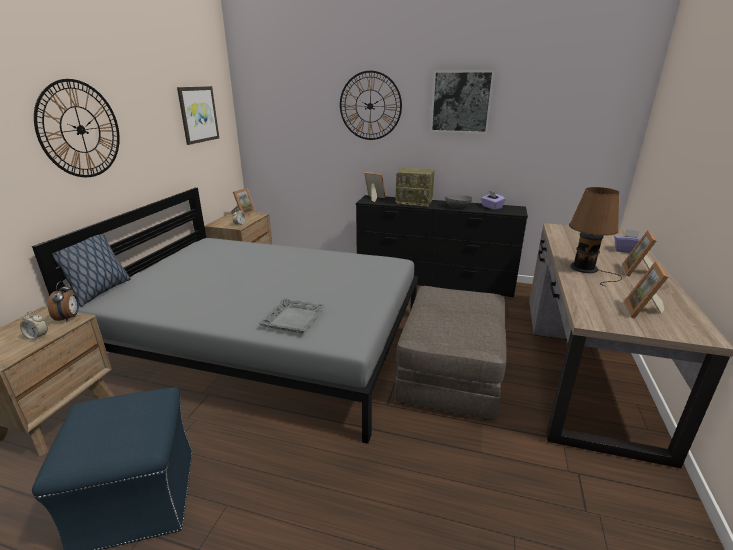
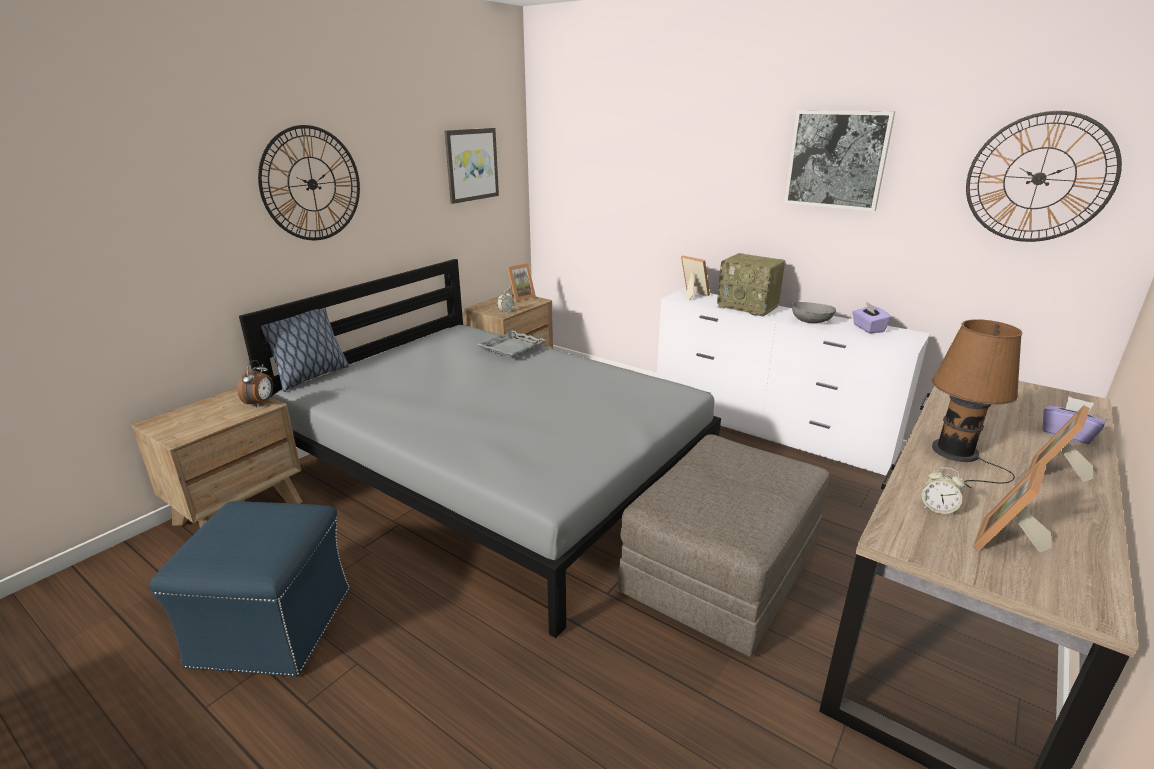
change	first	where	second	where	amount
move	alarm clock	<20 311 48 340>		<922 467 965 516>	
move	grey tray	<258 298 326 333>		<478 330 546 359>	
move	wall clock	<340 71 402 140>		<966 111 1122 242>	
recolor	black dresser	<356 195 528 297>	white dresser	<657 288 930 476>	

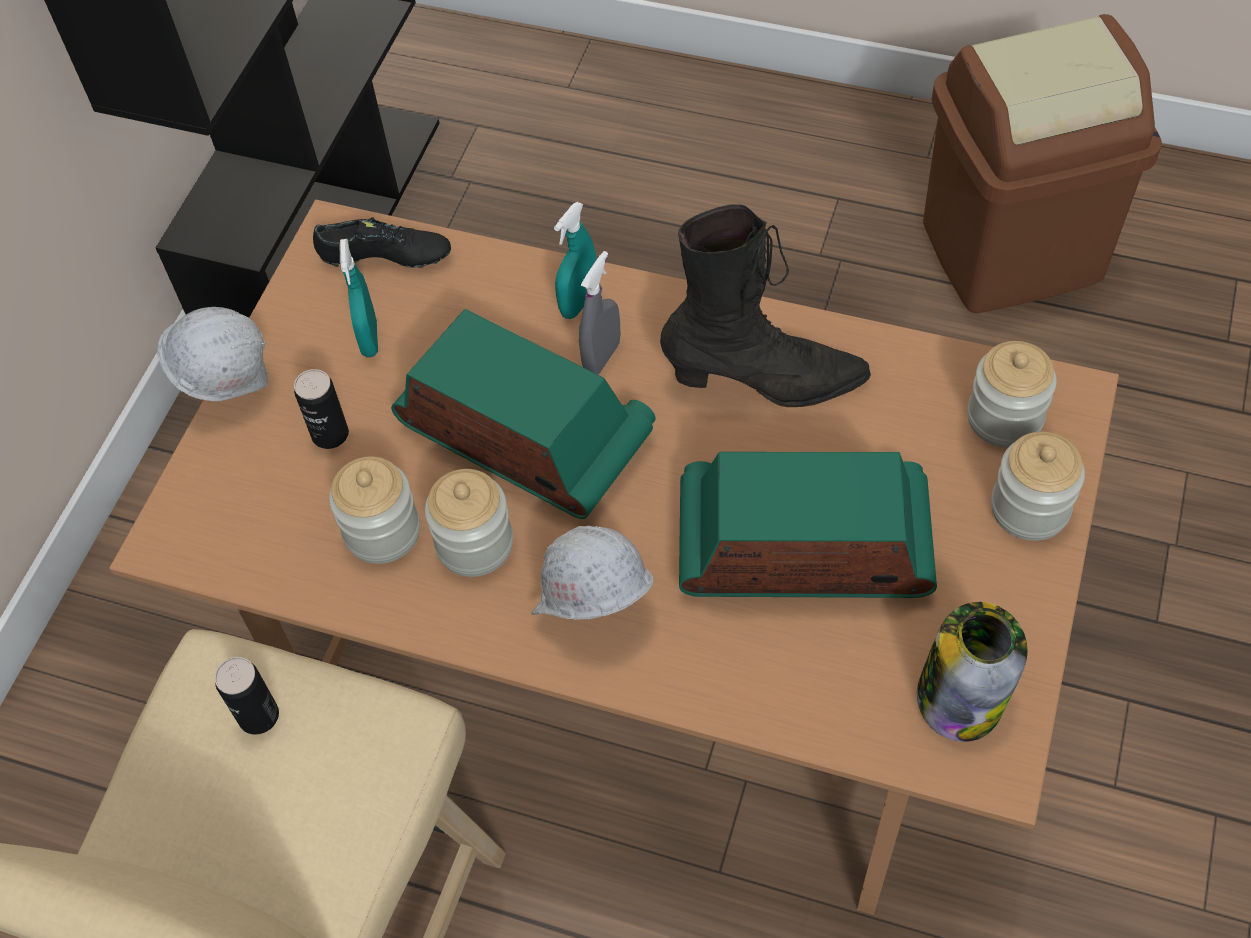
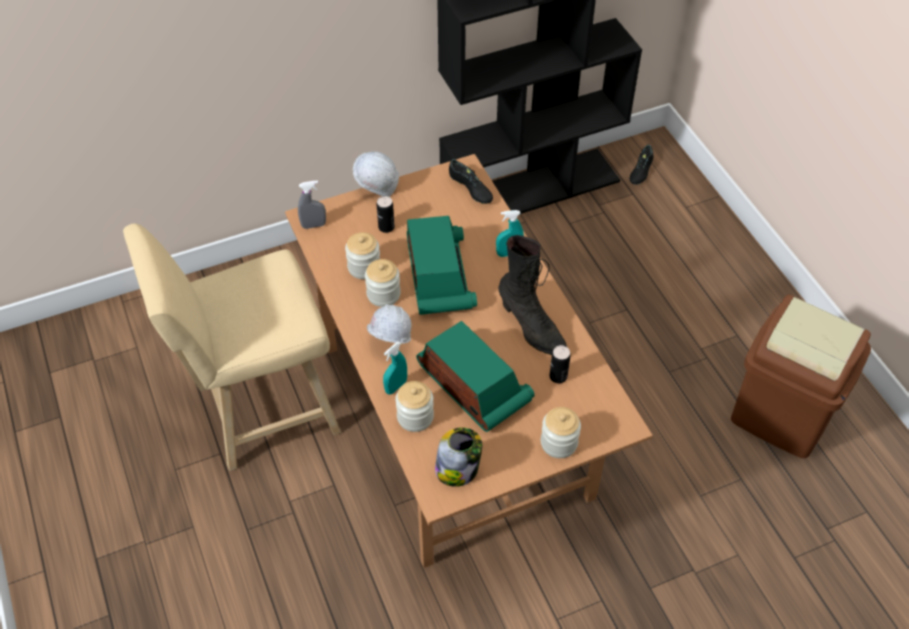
change	first	where	second	where	amount
insert			black shoe	<629 145 653 185>	
move	can	<214 657 279 735>		<550 345 571 383>	
move	turquoise spray bottle	<340 239 378 357>		<383 342 407 395>	
move	grey spray bottle	<579 251 620 375>		<298 181 326 229>	
move	jar	<967 341 1057 448>		<396 381 434 432>	

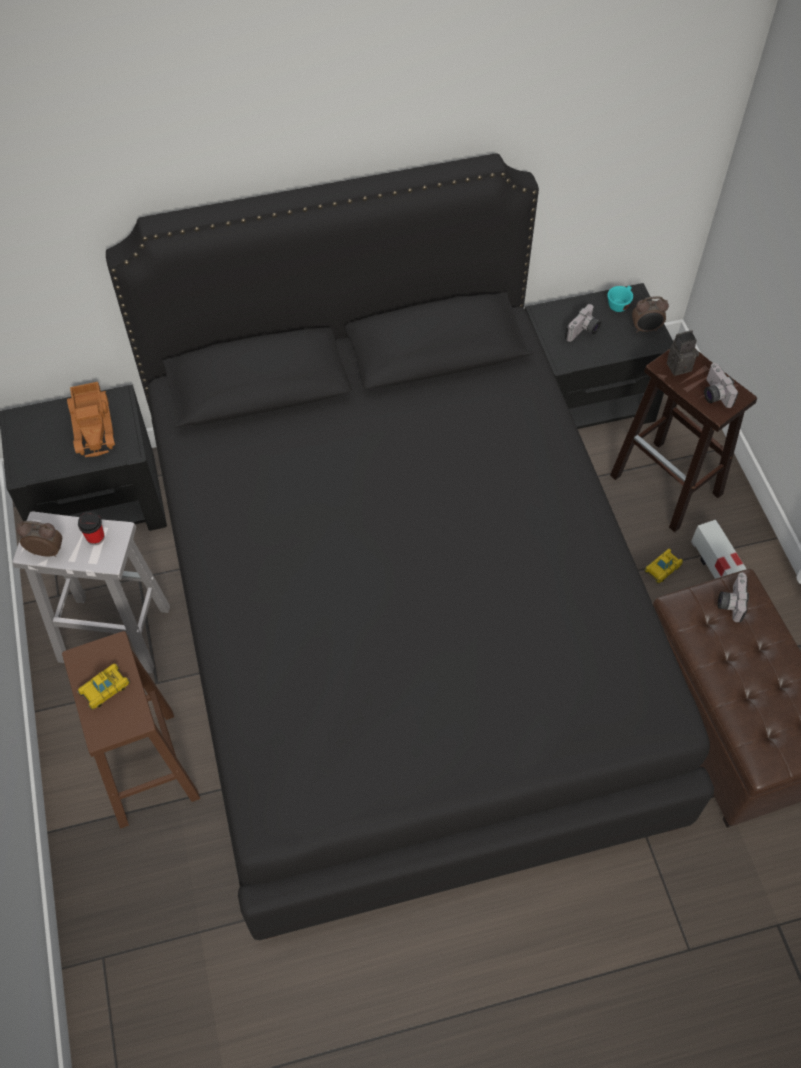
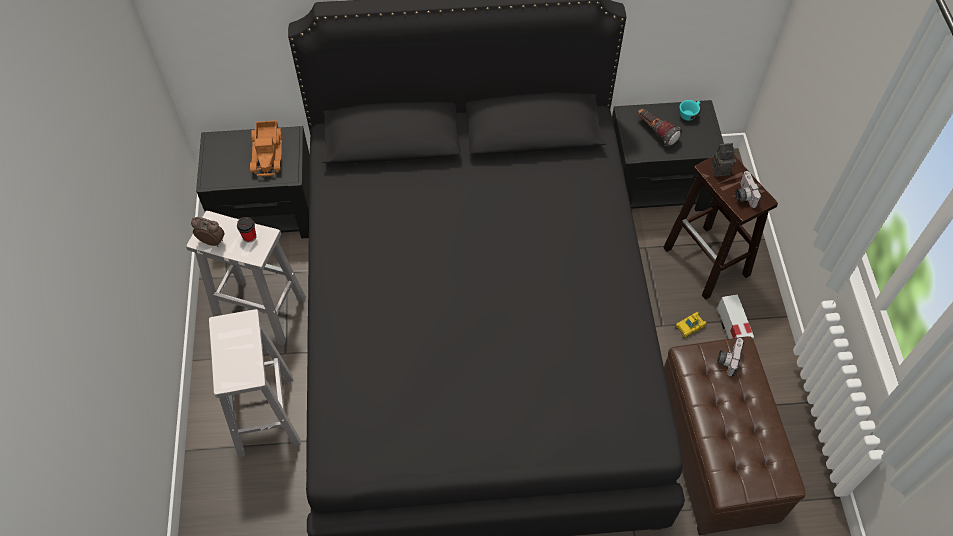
change	first	where	second	where	amount
delete	toy car	<78 663 130 710>			
delete	alarm clock	<632 296 669 333>			
replace	photo camera	<565 304 601 342>	flashlight	<638 109 682 147>	
recolor	brown stool	<62 631 200 829>	white stool	<209 309 301 457>	

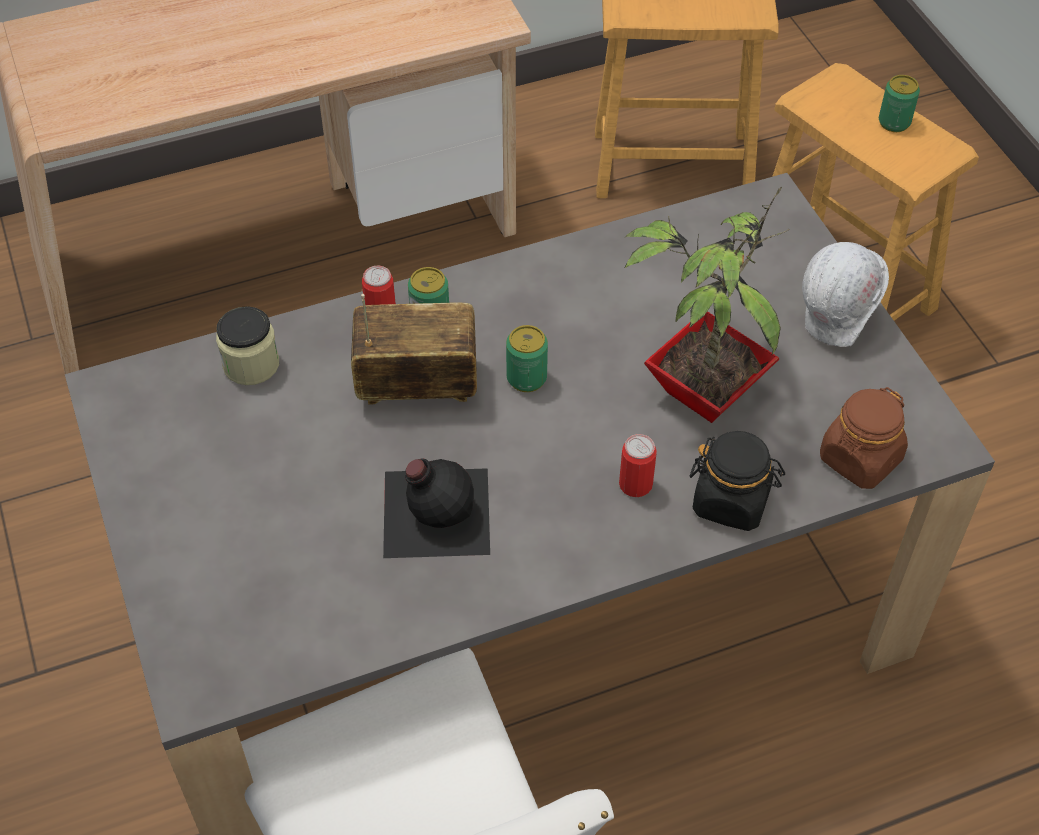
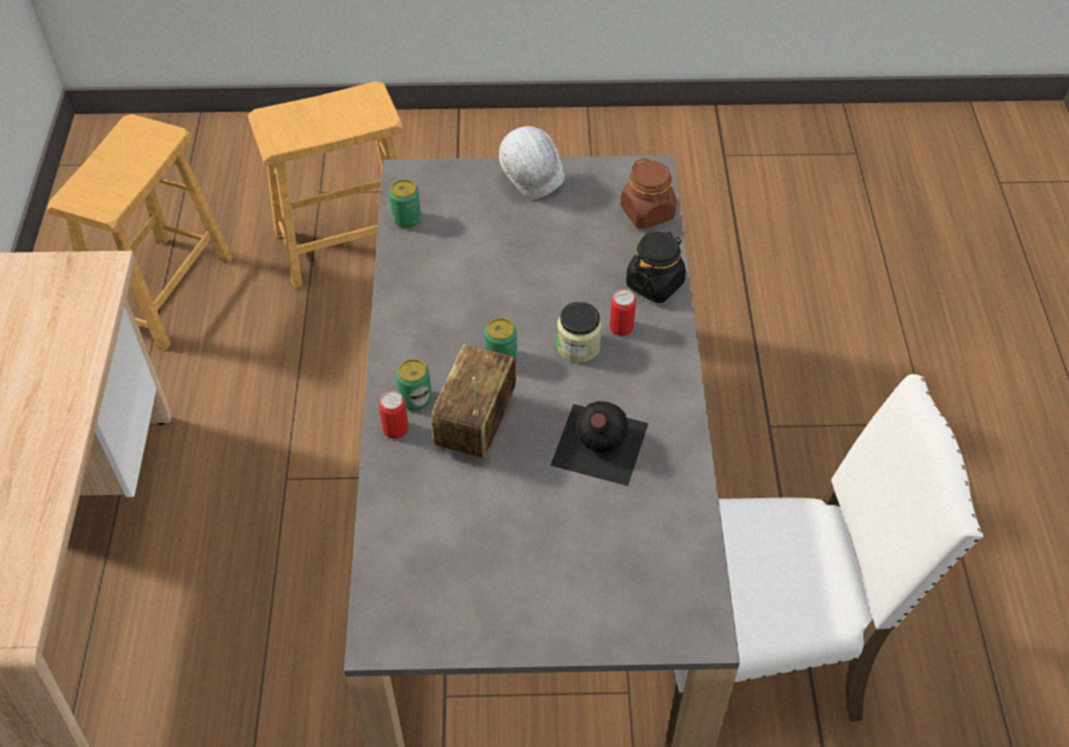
change	first	where	second	where	amount
delete	potted plant	<625 186 789 423>			
move	jar	<216 306 279 385>		<557 302 602 363>	
move	can	<879 75 920 132>		<389 179 421 228>	

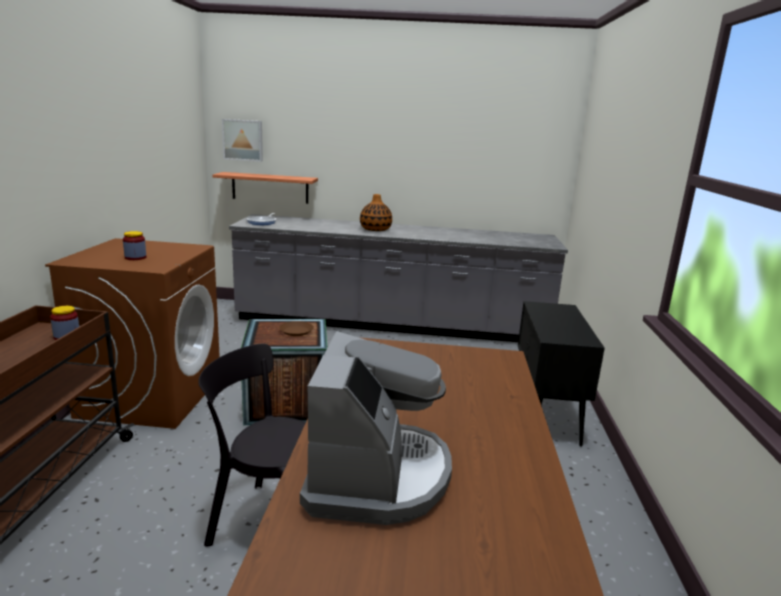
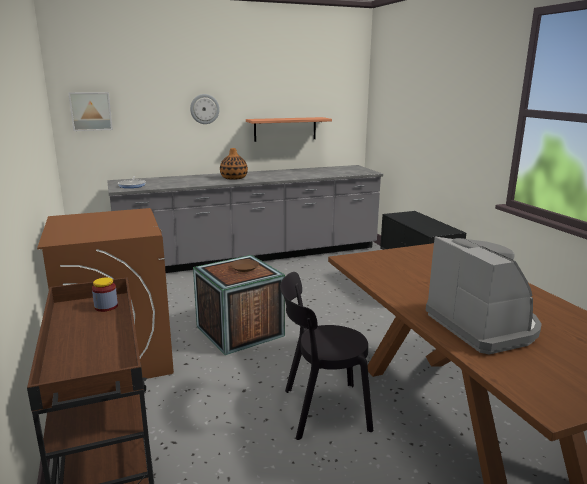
change	first	where	second	where	amount
delete	jar	<123 231 146 260>			
insert			wall clock	<190 94 220 124>	
move	shelf	<212 172 318 204>		<246 117 332 142>	

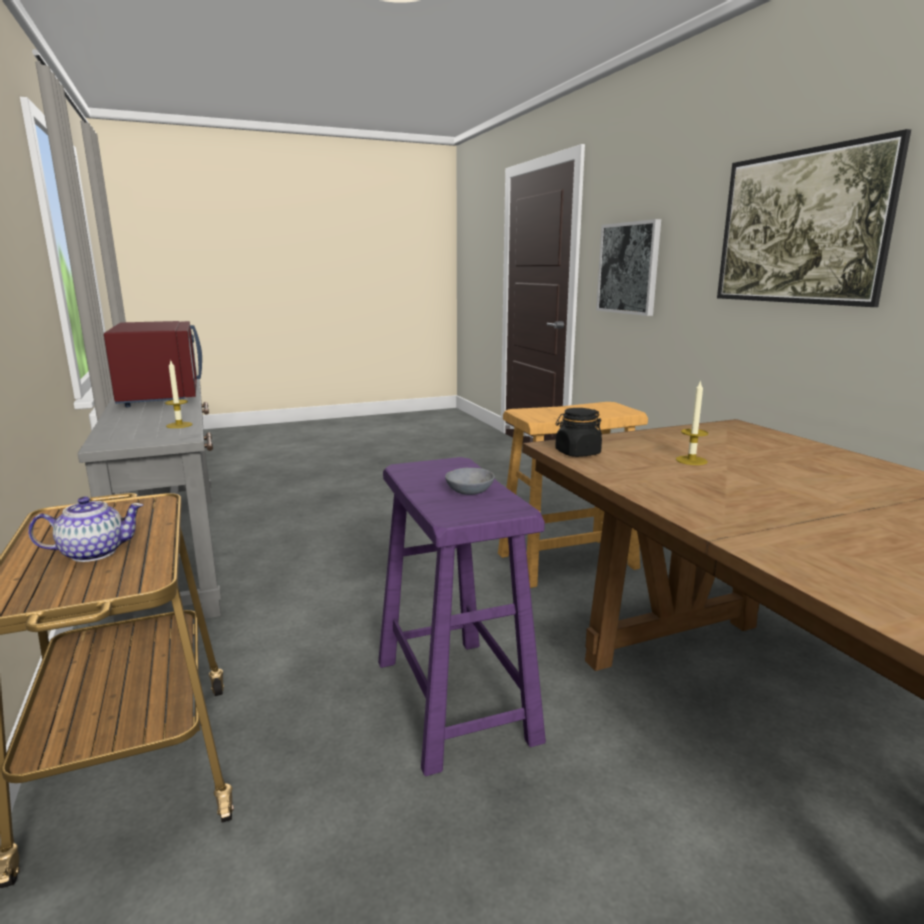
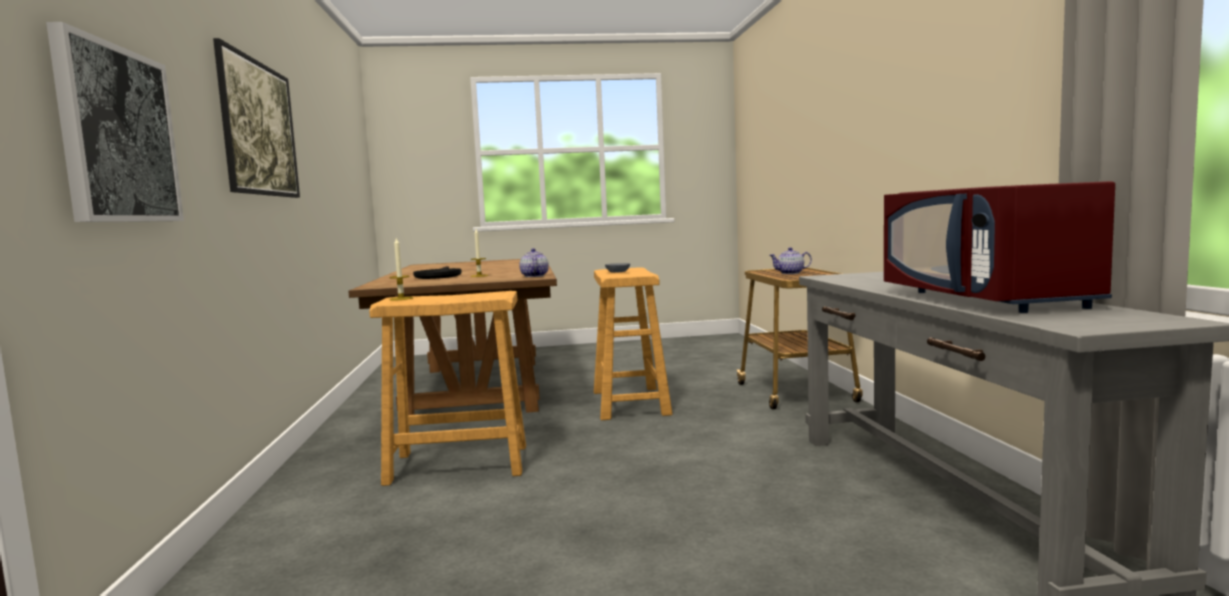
change	first	where	second	where	amount
insert			black frying pan	<413 266 462 279>	
move	candle	<165 361 193 428>		<389 238 413 301>	
replace	black jar	<555 408 602 457>	teapot	<519 248 549 277>	
recolor	purple stool	<378 457 546 776>	beige stool	<594 267 672 420>	

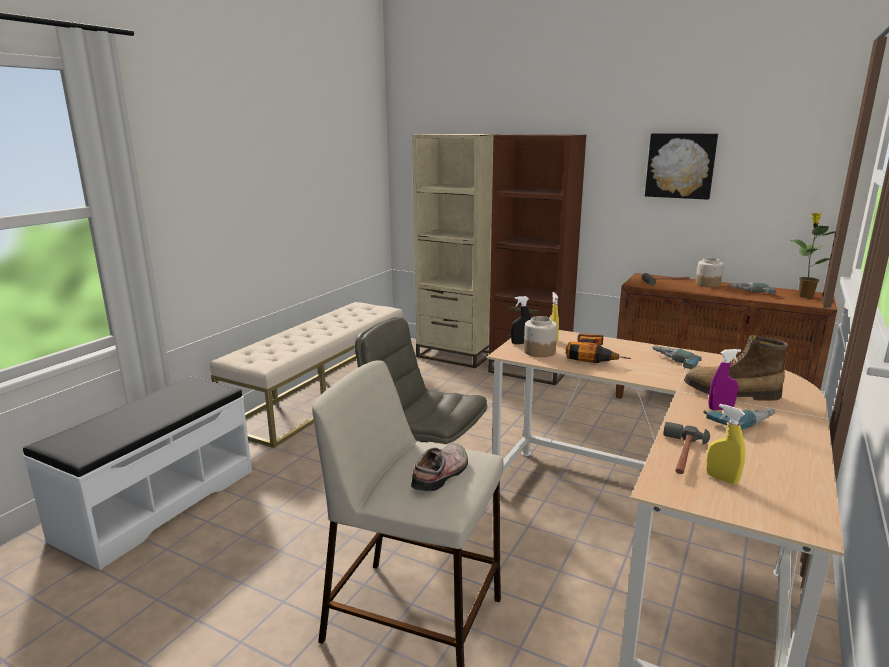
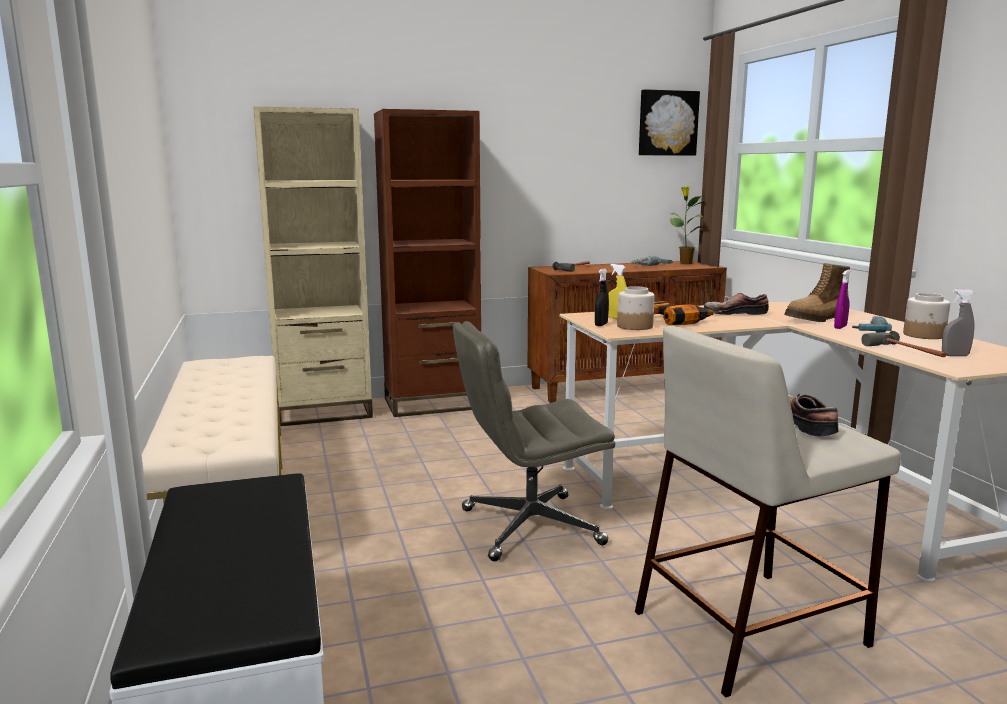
change	first	where	second	where	amount
move	picture	<645 133 718 200>		<639 89 700 156>	
move	jar	<696 258 724 287>		<903 293 950 339>	
replace	power drill	<652 346 702 369>	shoe	<704 293 769 315>	
recolor	yellow spray bottle	<706 404 745 485>	grey spray bottle	<942 289 975 356>	

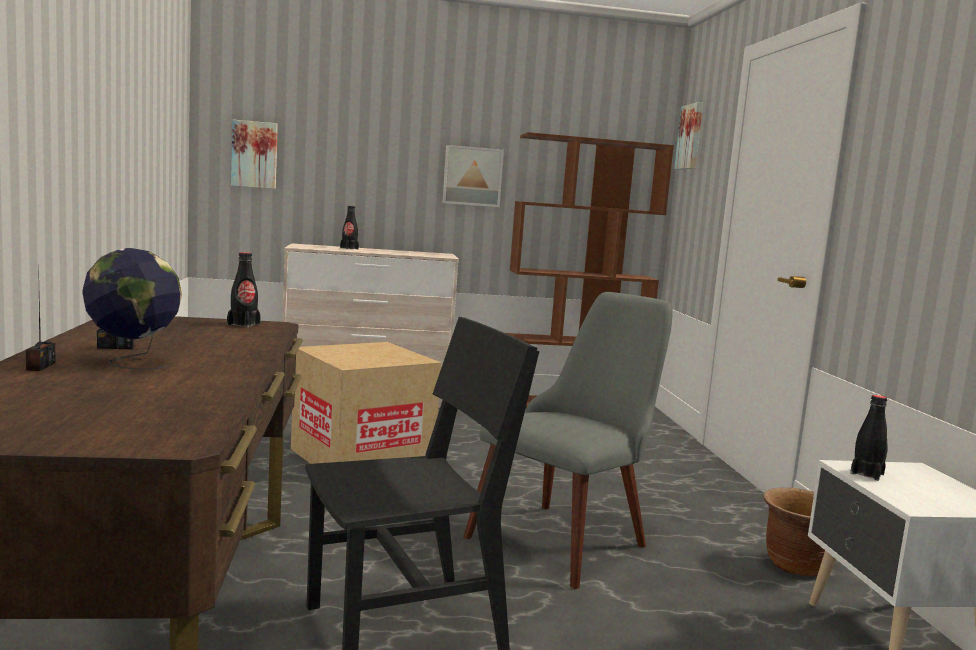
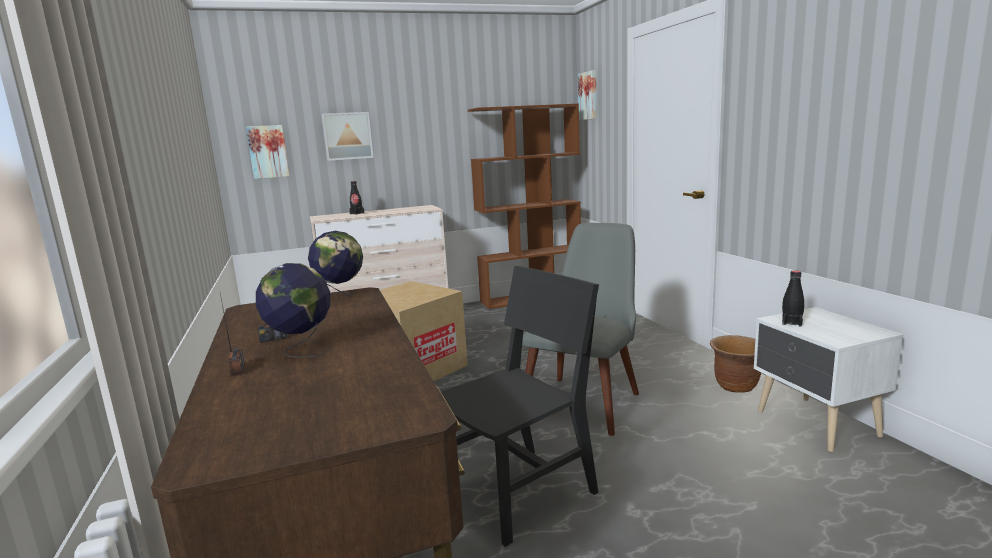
change	first	where	second	where	amount
move	picture	<443 145 504 207>		<322 112 374 161>	
replace	black bottle	<227 252 261 328>	globe	<308 231 363 296>	

